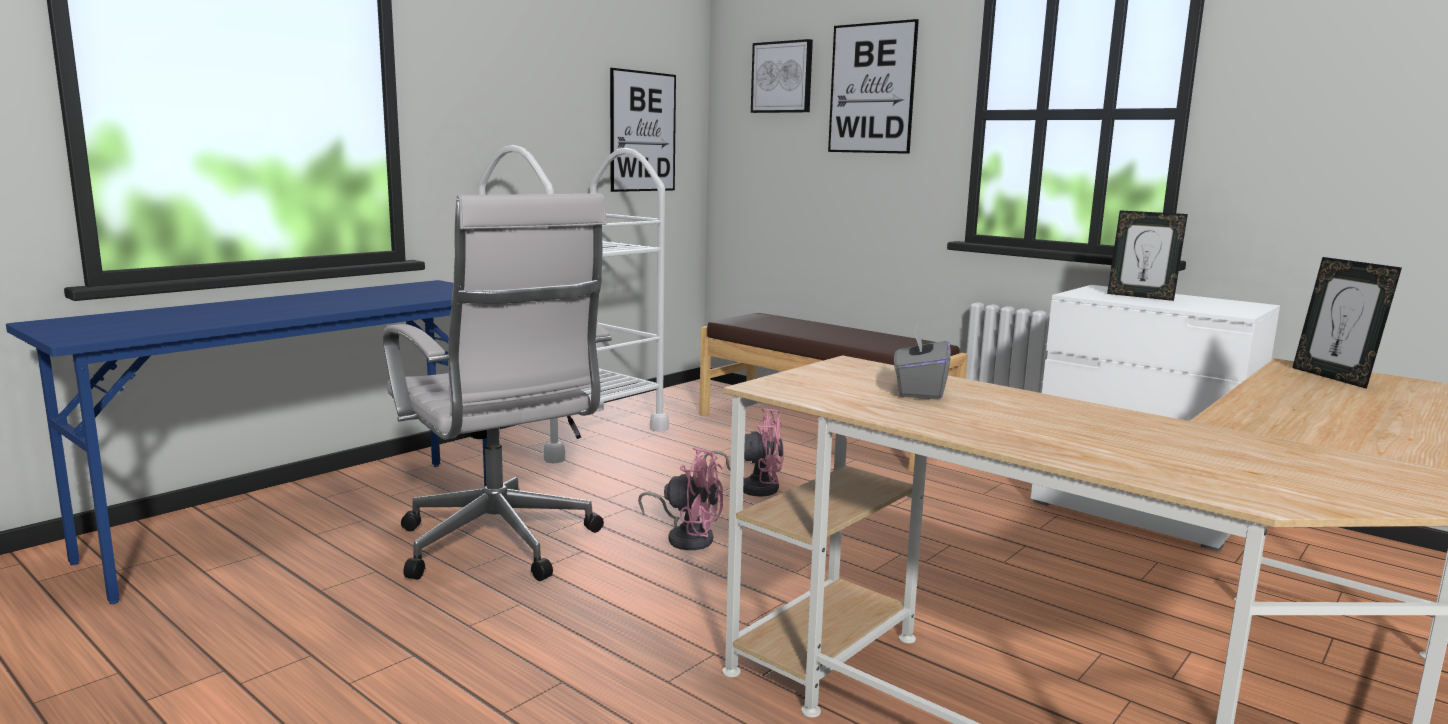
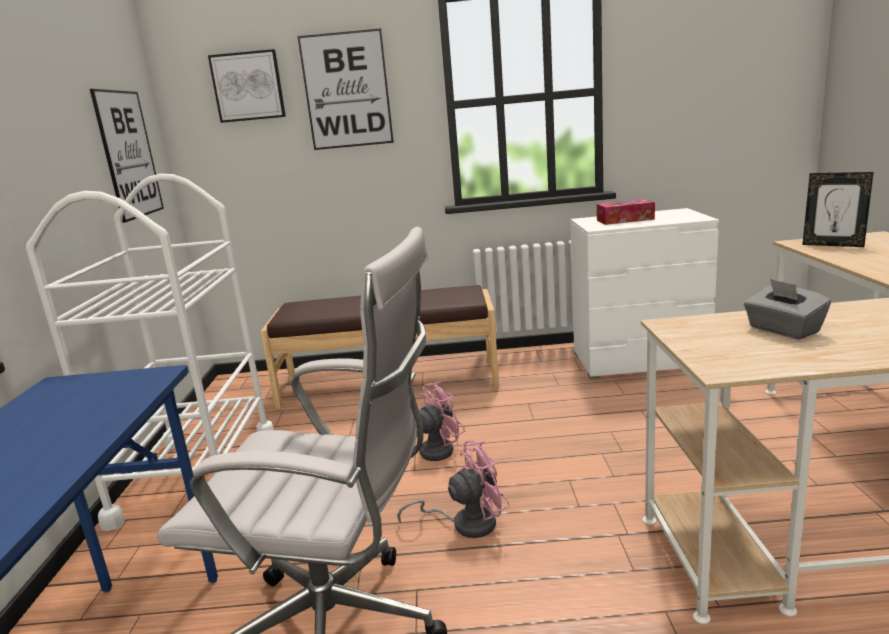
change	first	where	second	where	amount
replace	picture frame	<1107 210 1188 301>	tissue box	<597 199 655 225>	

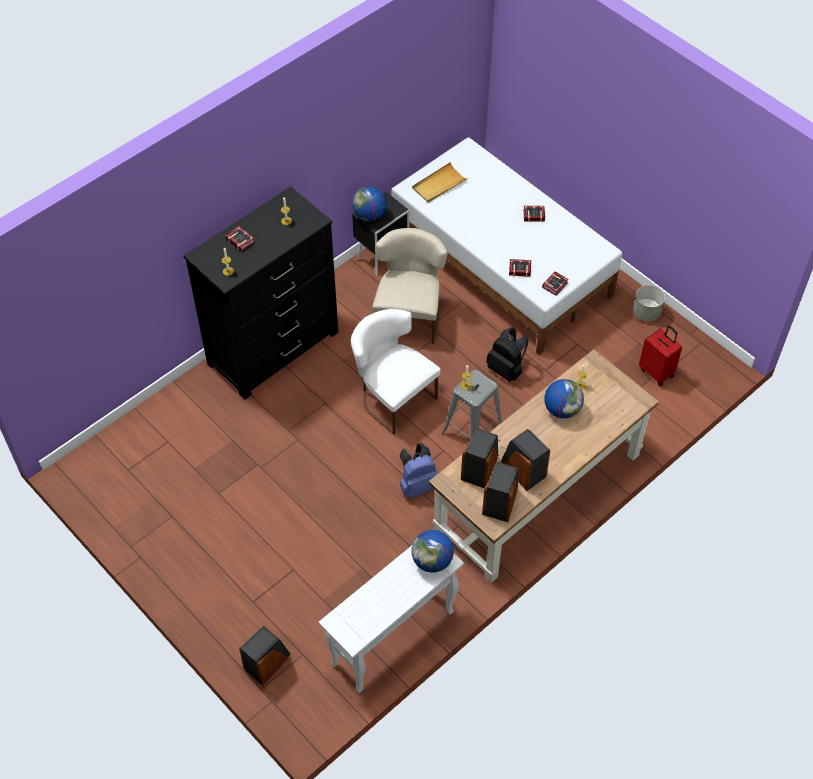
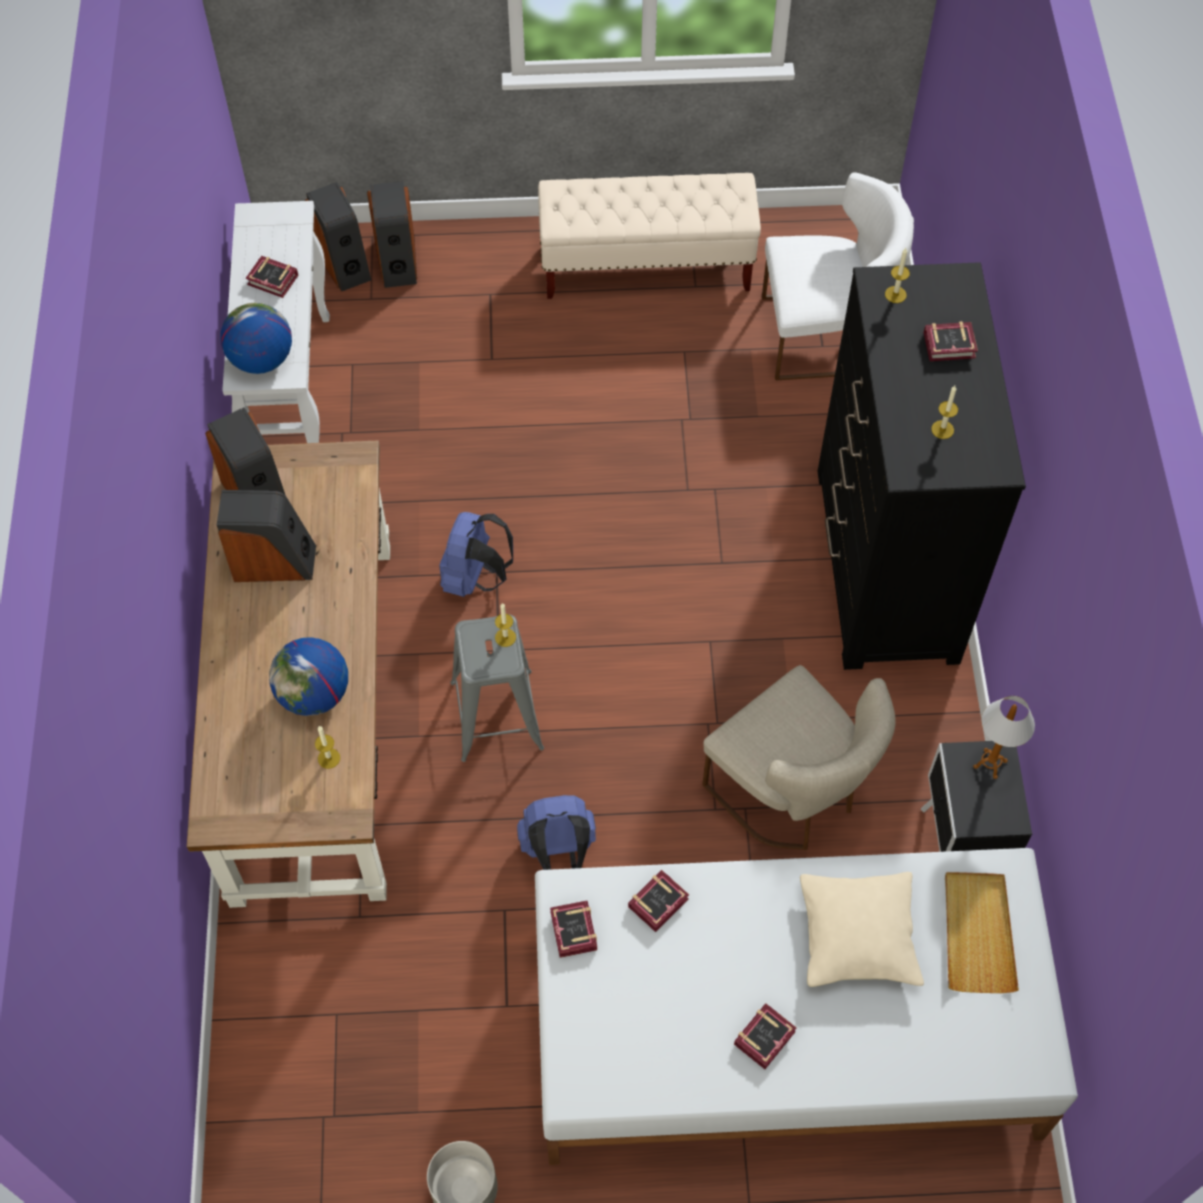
change	first	where	second	where	amount
delete	red suitcase	<639 325 682 386>			
insert			book	<246 256 299 298>	
insert			beige bench	<538 173 761 299>	
insert			beige pillow	<800 872 924 987>	
move	white chair	<351 309 440 434>		<762 172 914 380>	
move	speaker	<461 428 498 489>		<305 182 371 292>	
replace	globe	<352 186 387 221>	table lamp	<973 696 1035 779>	
recolor	black backpack	<486 328 528 382>	blue backpack	<517 795 596 870>	

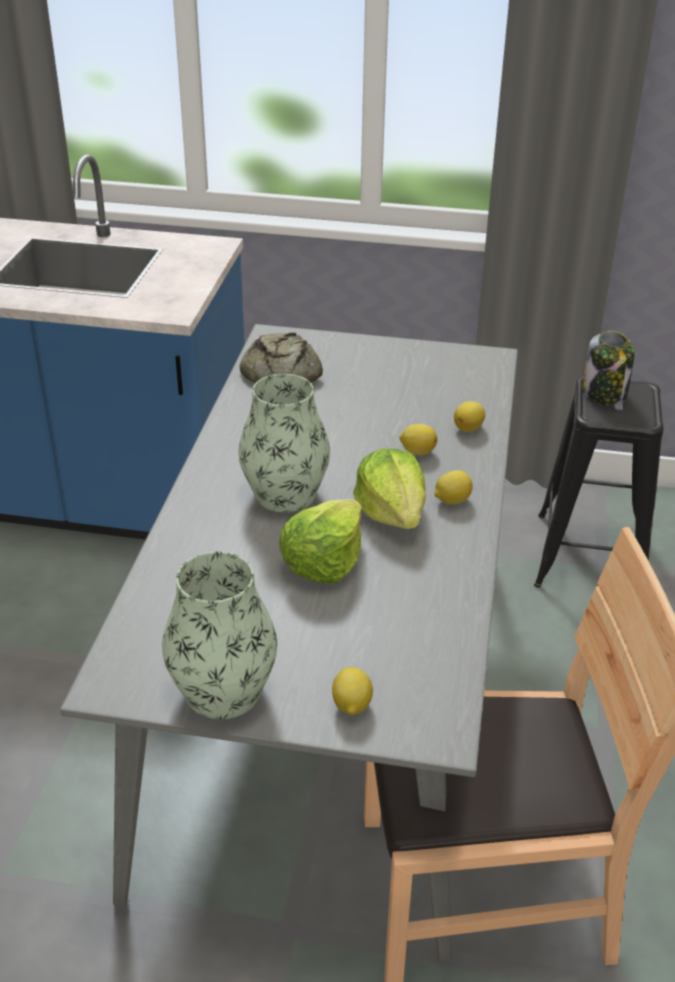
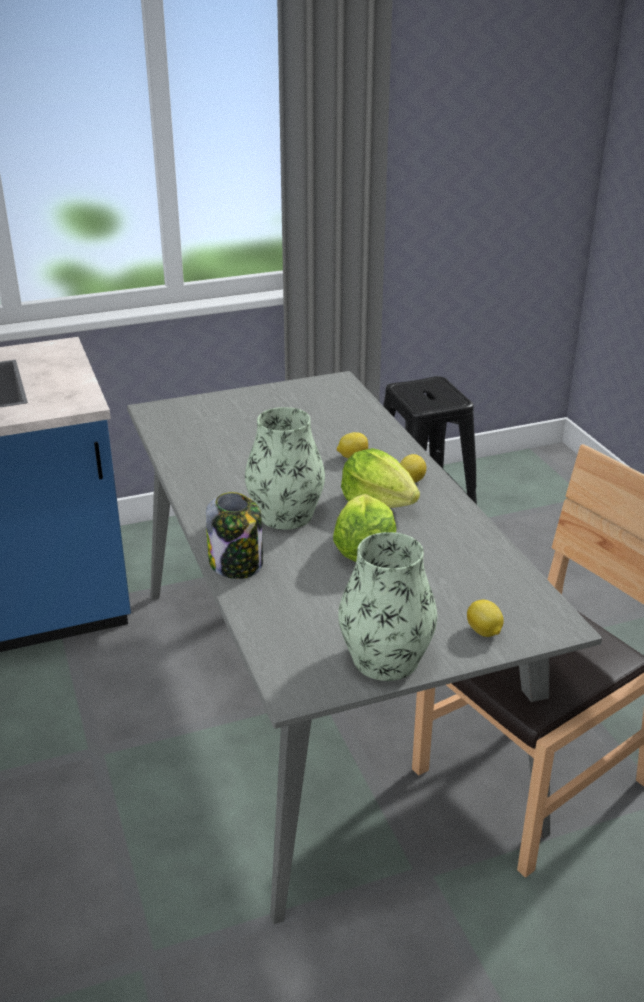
change	first	where	second	where	amount
delete	bread	<240 333 323 383>			
delete	lemon	<454 401 485 432>			
move	jar	<582 331 635 406>		<206 492 263 579>	

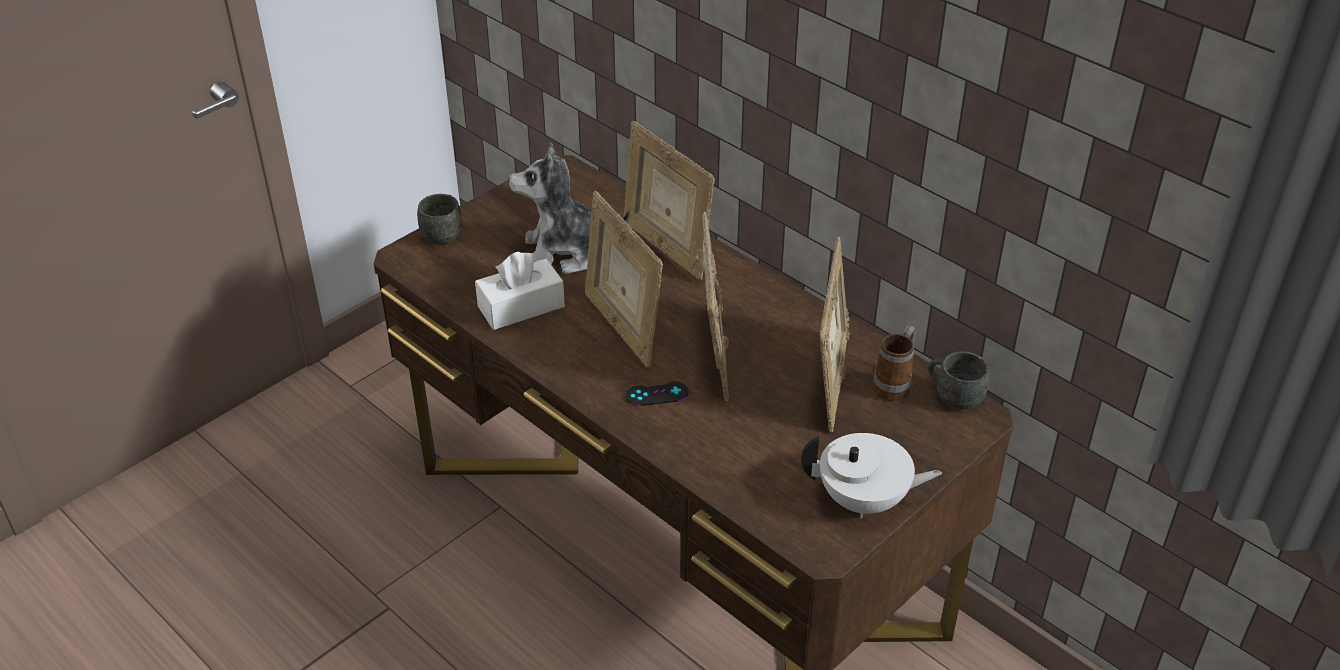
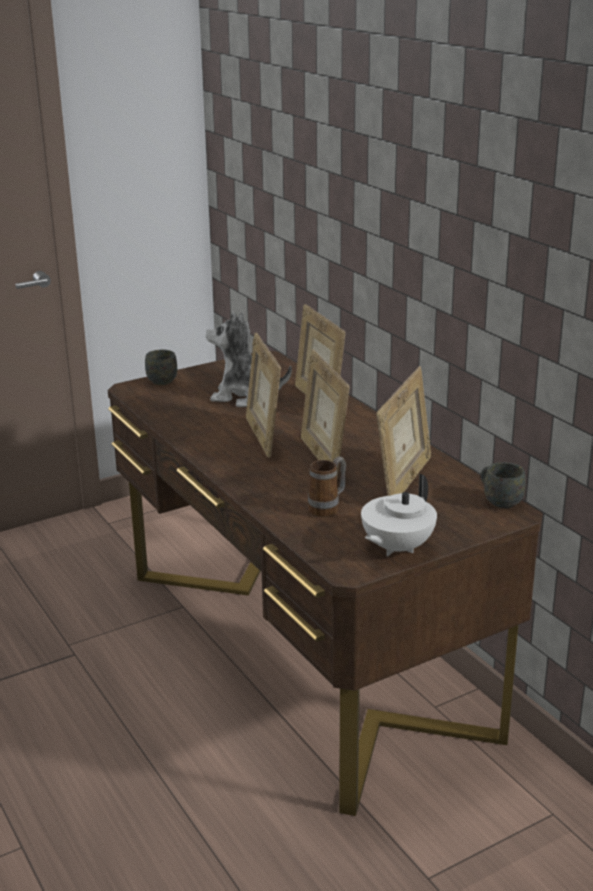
change	first	where	second	where	amount
delete	white tissue box	<475 252 565 330>			
delete	black game controller	<626 382 689 406>			
move	mug	<873 326 916 401>		<308 456 346 517>	
rotate	picture frame	<702 212 729 401>		<301 349 349 478>	150 degrees clockwise
rotate	white teapot	<801 433 942 519>		<361 474 437 556>	105 degrees clockwise

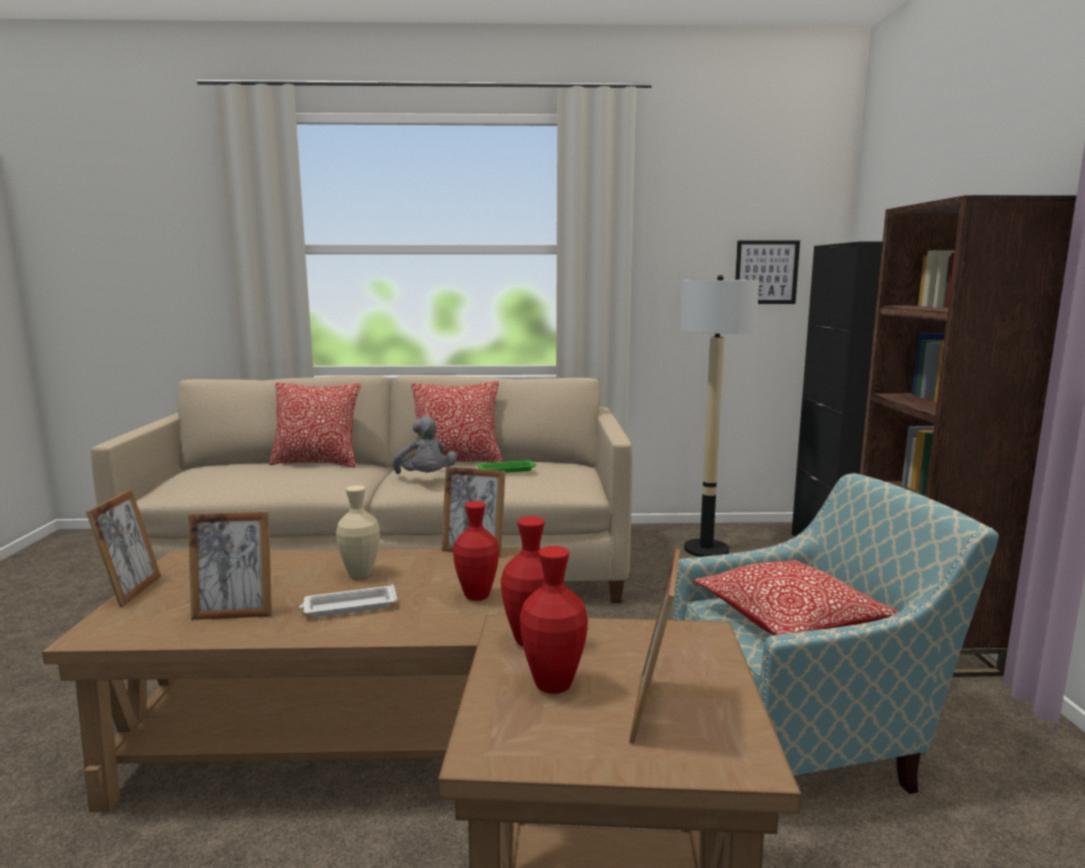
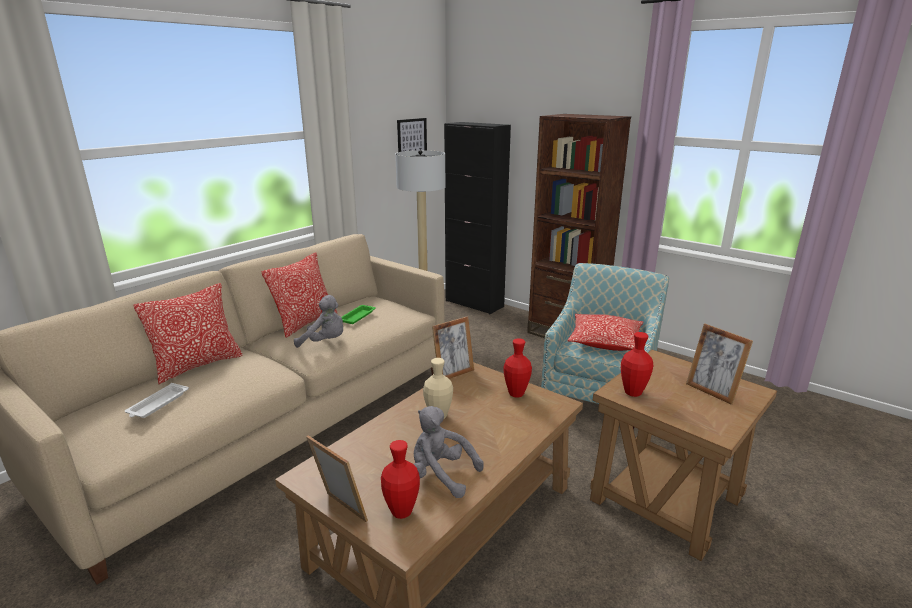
change	first	where	second	where	amount
move	white tray	<299 584 398 617>		<125 383 189 418>	
move	red vase	<520 546 588 694>		<381 440 420 519>	
replace	picture frame	<188 511 272 620>	grey plush toy	<414 406 484 498>	

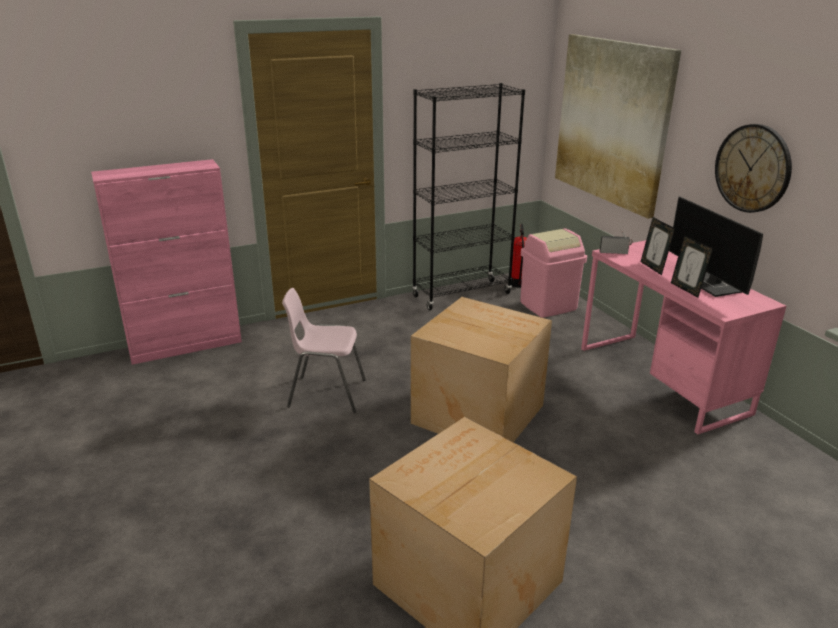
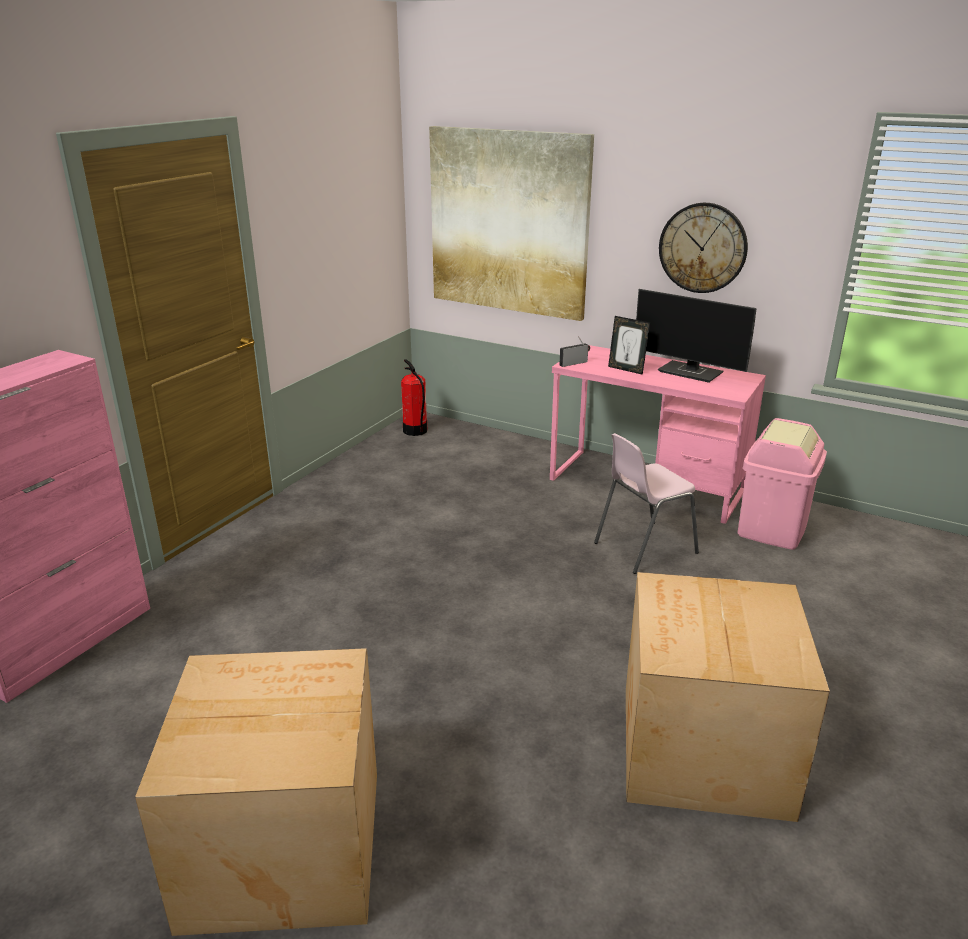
change	first	where	second	where	amount
delete	black bookcase	<412 83 525 310>			
delete	picture frame	<671 235 713 297>			
move	pink chair	<282 288 366 413>		<594 433 699 574>	
move	cardboard box	<411 297 552 442>		<135 648 377 936>	
move	pink trash can	<520 228 587 318>		<738 418 827 550>	

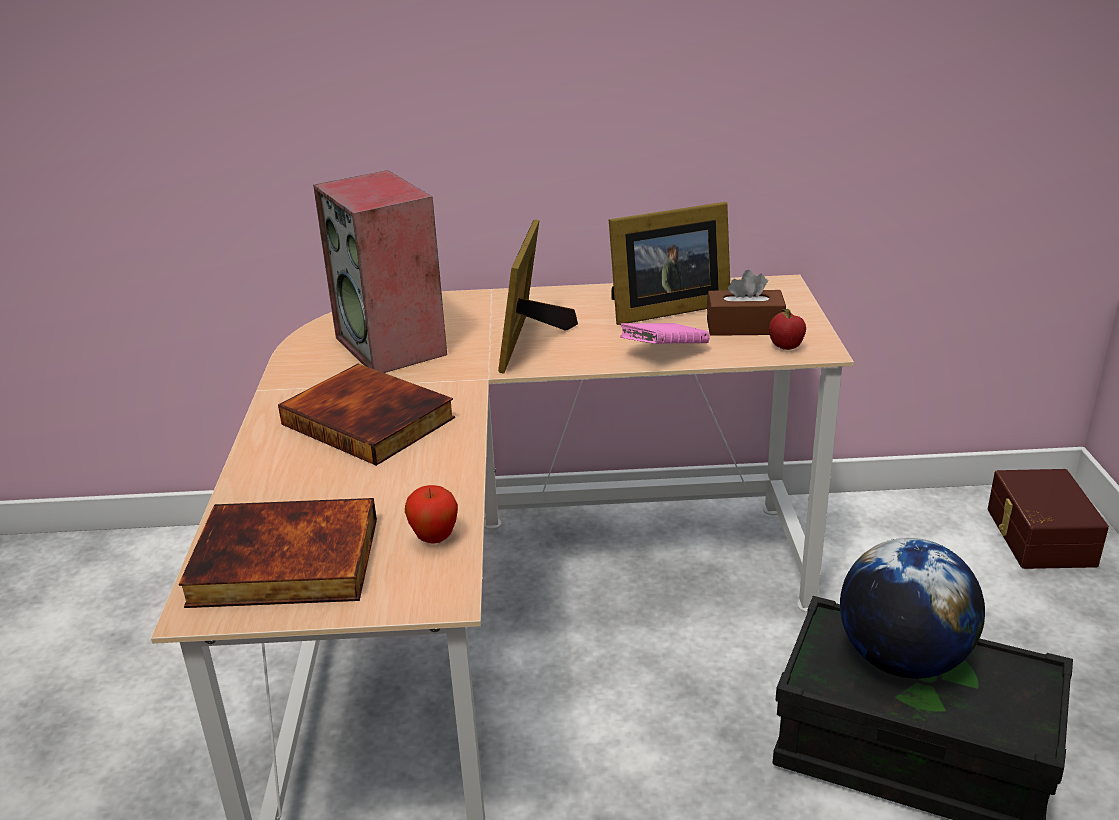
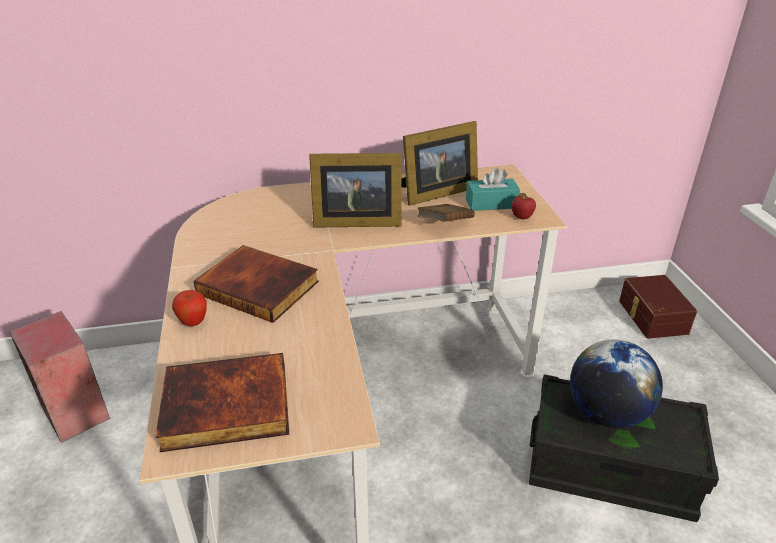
change	first	where	second	where	amount
move	speaker	<313 170 447 373>		<9 311 110 443>	
move	apple	<405 485 458 544>		<172 290 207 326>	
recolor	pink book	<620 323 710 344>	brown book	<418 204 475 222>	
recolor	brown tissue box	<707 270 786 336>	turquoise tissue box	<466 167 520 211>	
rotate	picture frame	<498 220 578 373>		<309 153 402 228>	90 degrees counterclockwise

